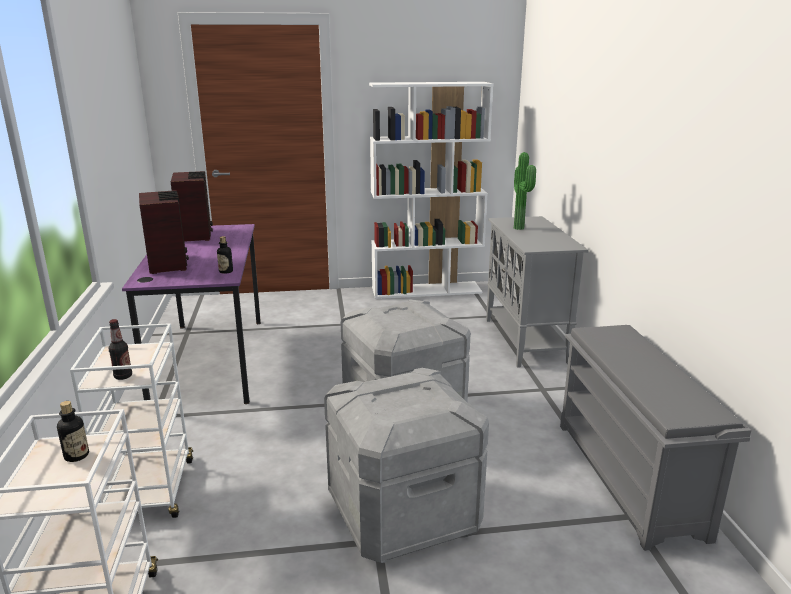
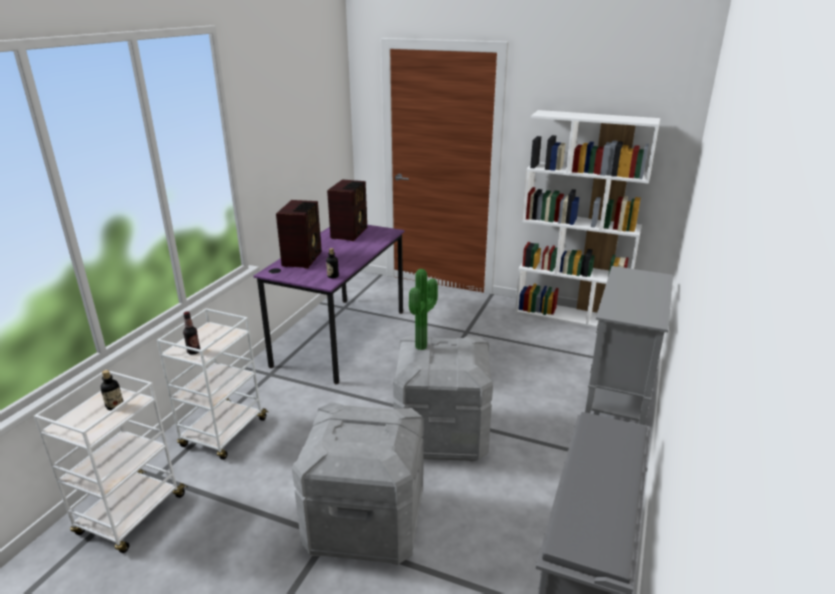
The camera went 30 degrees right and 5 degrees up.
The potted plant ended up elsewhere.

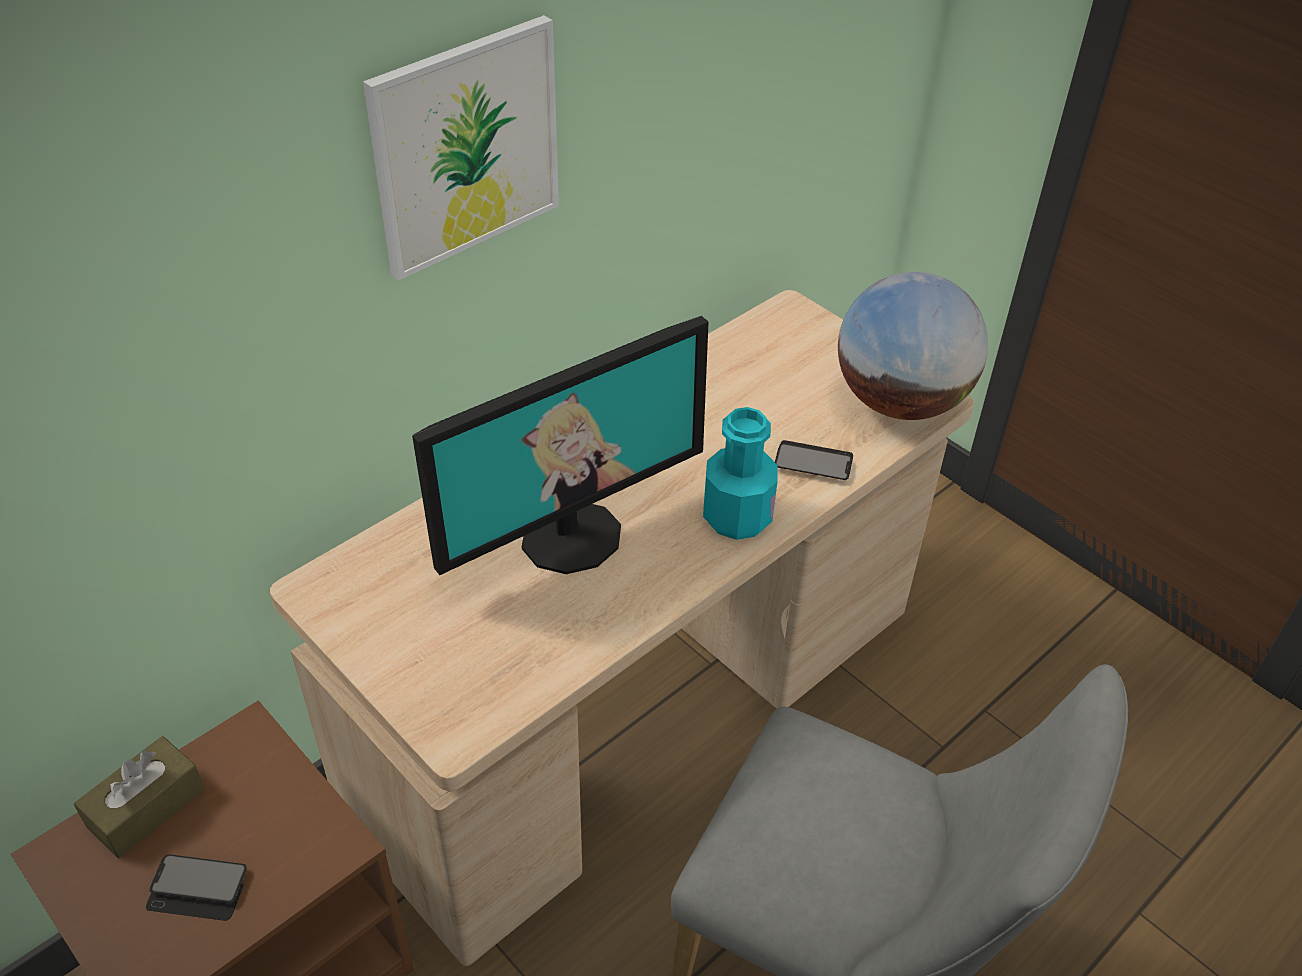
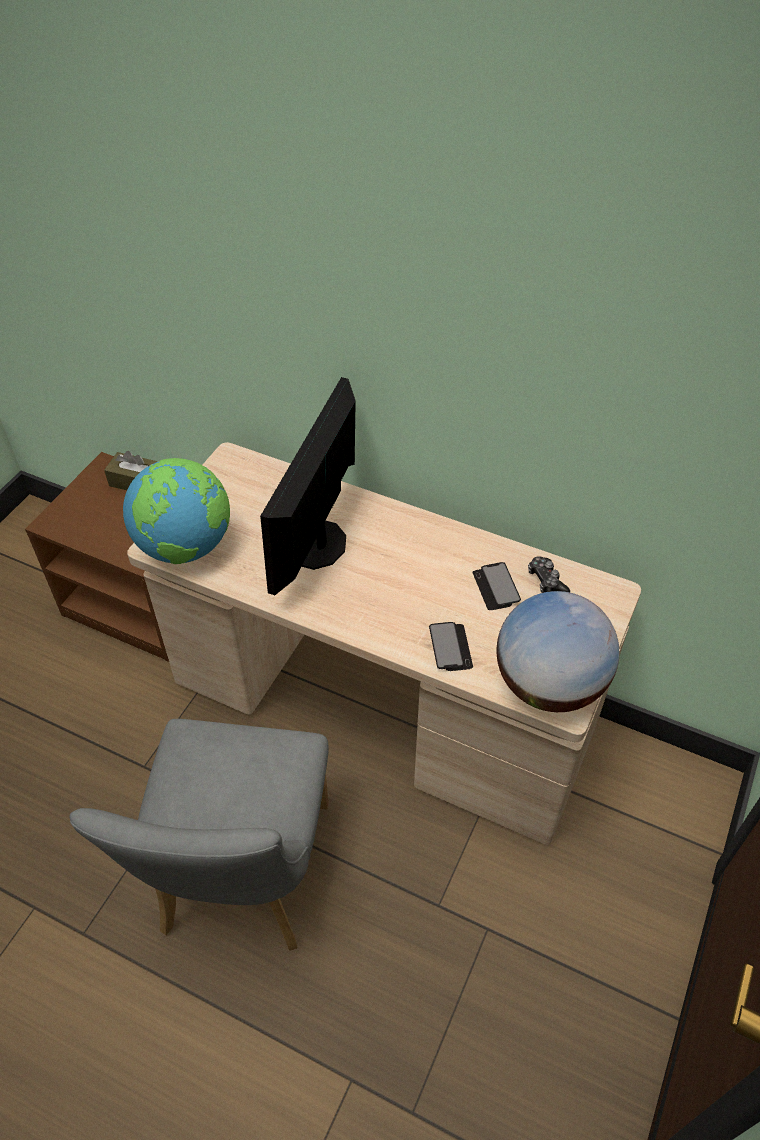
The camera went 70 degrees right and 5 degrees up.
The second view lost the picture.
The second view lost the bottle (turquoise).
The second view gained the globe (1st from left).
The second view gained the game controller.
The phone (1st from left in the first image) ended up elsewhere.
The monitor ended up facing another way, 75 degrees clockwise from before.

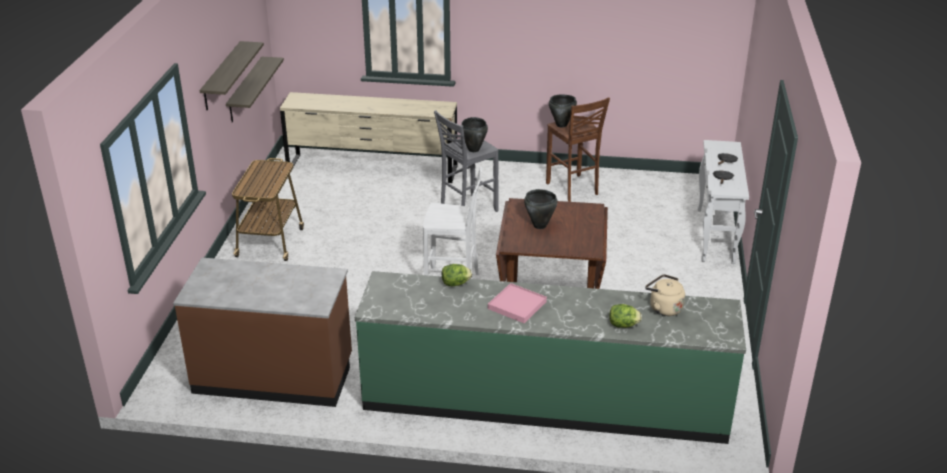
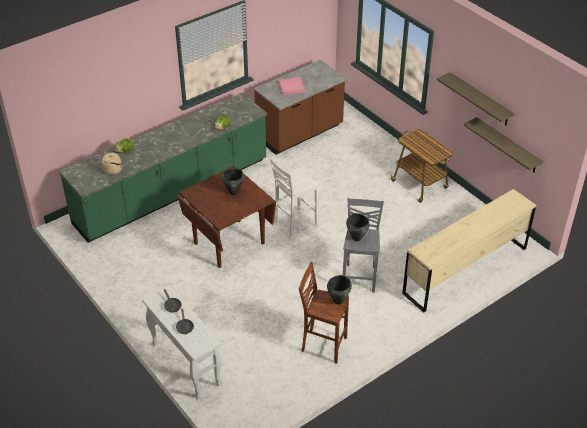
The camera went 135 degrees right and 10 degrees up.
The tray (pink) ended up elsewhere.

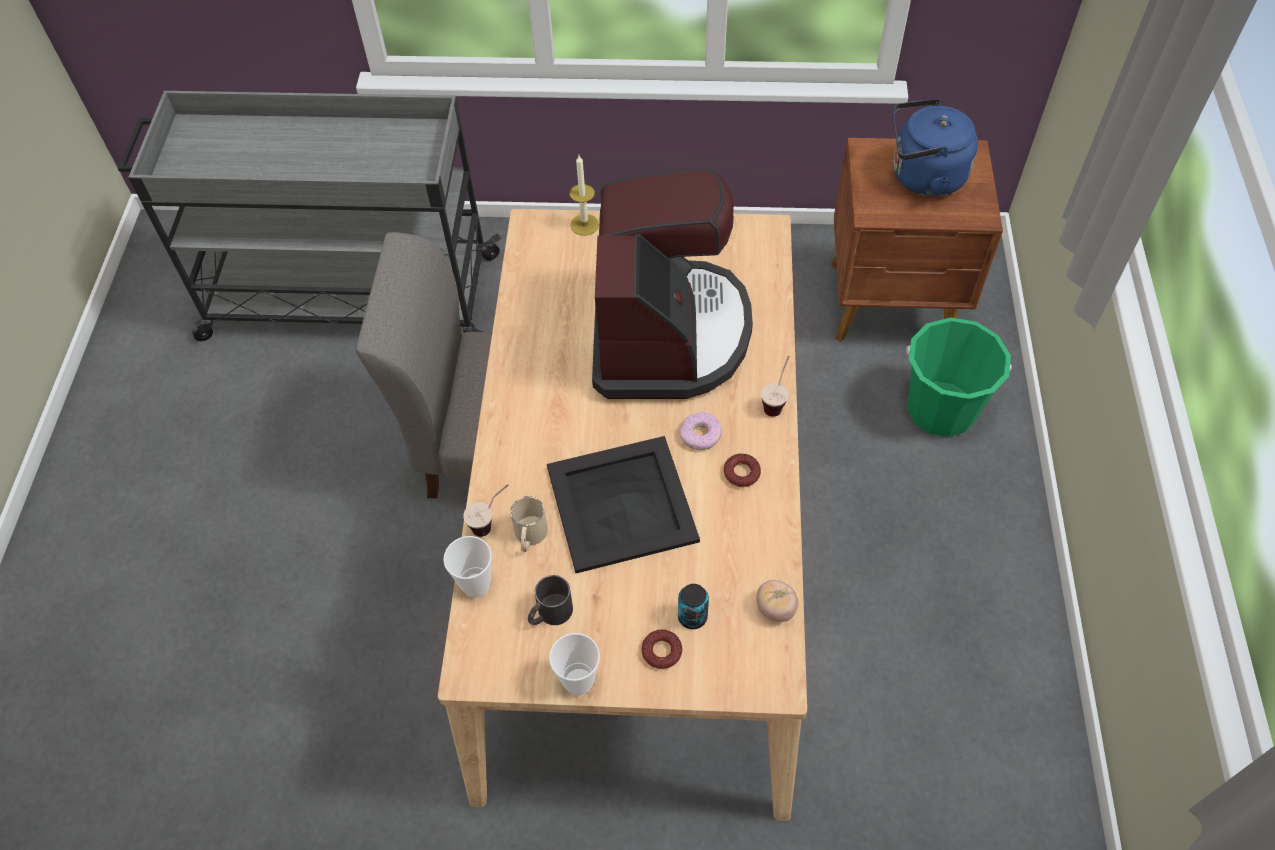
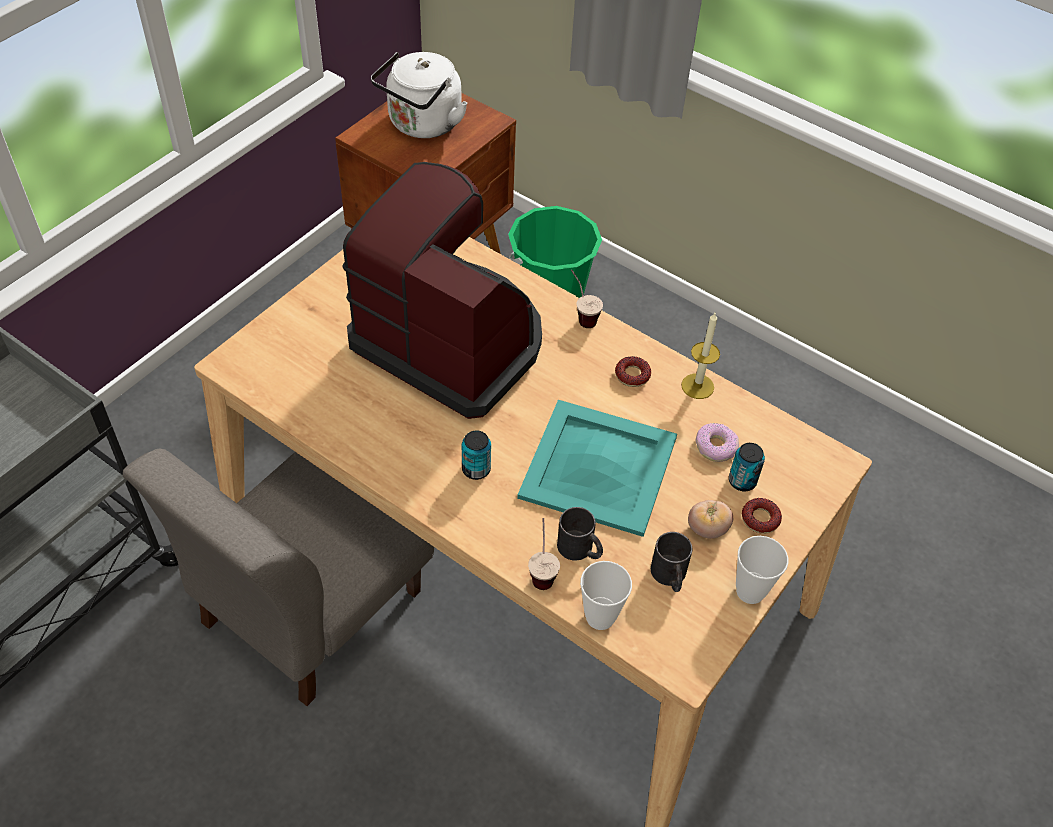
The camera went 60 degrees left and 5 degrees down.
The second view gained the can (1st from left).
The candle ended up elsewhere.
The donut (2nd from left) ended up elsewhere.
The tomato ended up elsewhere.
What was the mug (beige) turned into the mug (black) (1st from left).
What was the tray (black) turned into the tray (turquoise).
What was the kettle (blue) turned into the kettle (white).

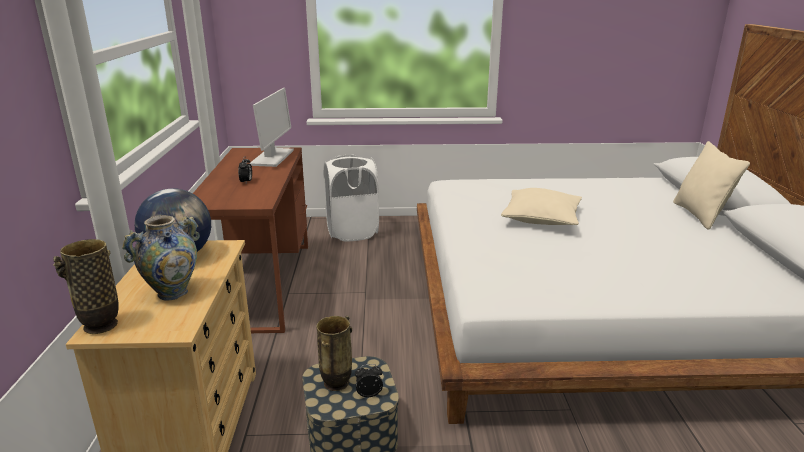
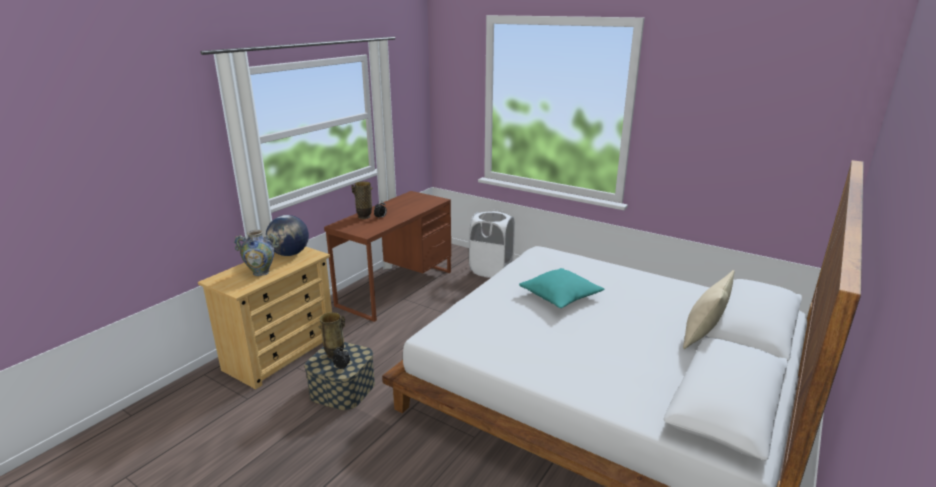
The camera went 35 degrees right and 0 degrees up.
The second view lost the monitor.
The vase (1st from left in the first image) ended up elsewhere.
What was the pillow (beige) (1st from left) turned into the pillow (turquoise).

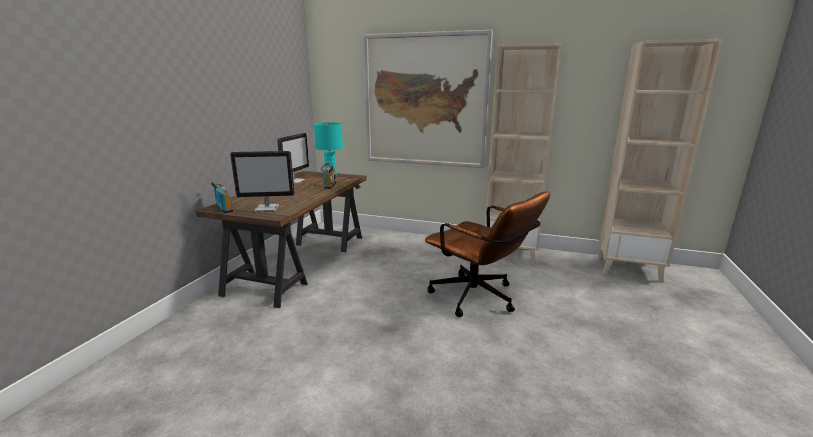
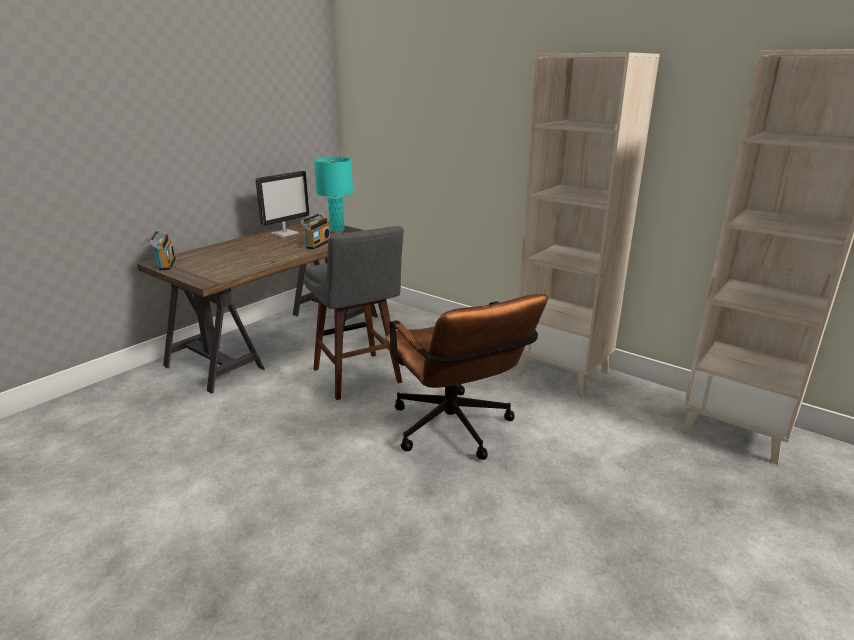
The camera went 20 degrees right and 5 degrees up.
The second view lost the monitor (1st from left).
The second view lost the picture.
The second view gained the stool (grey).

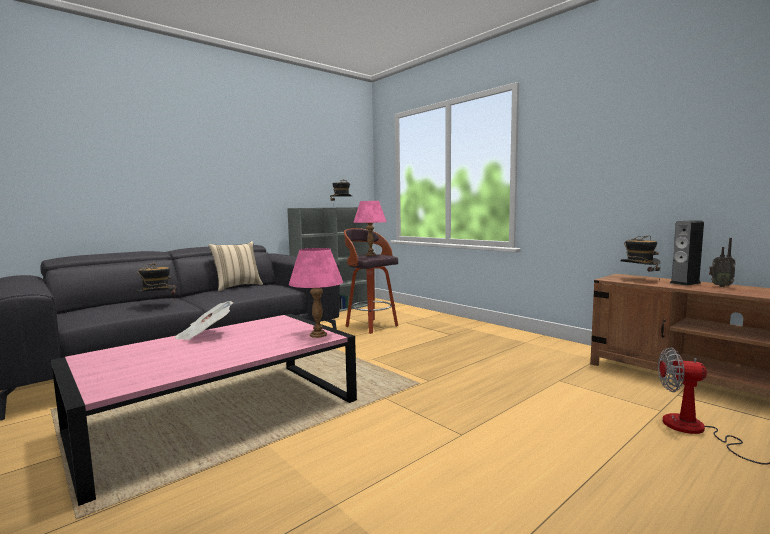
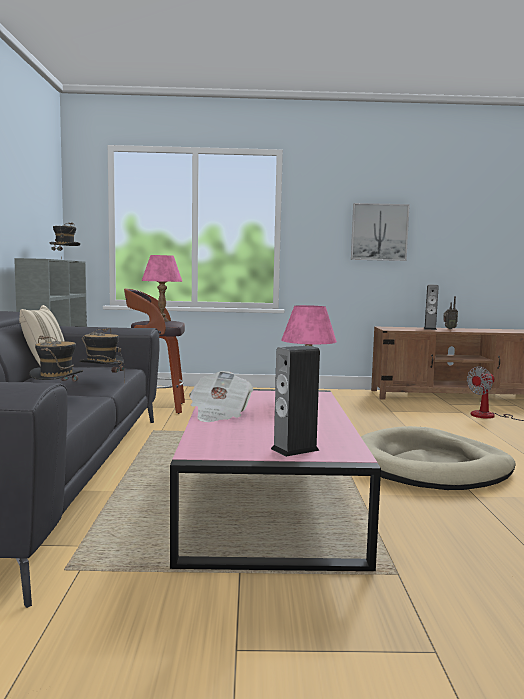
The camera went 50 degrees left and 0 degrees up.
The second view gained the speaker (1st from left).
The second view gained the picture.
The second view gained the dog bed (beige).
The hat (3rd from left) ended up elsewhere.

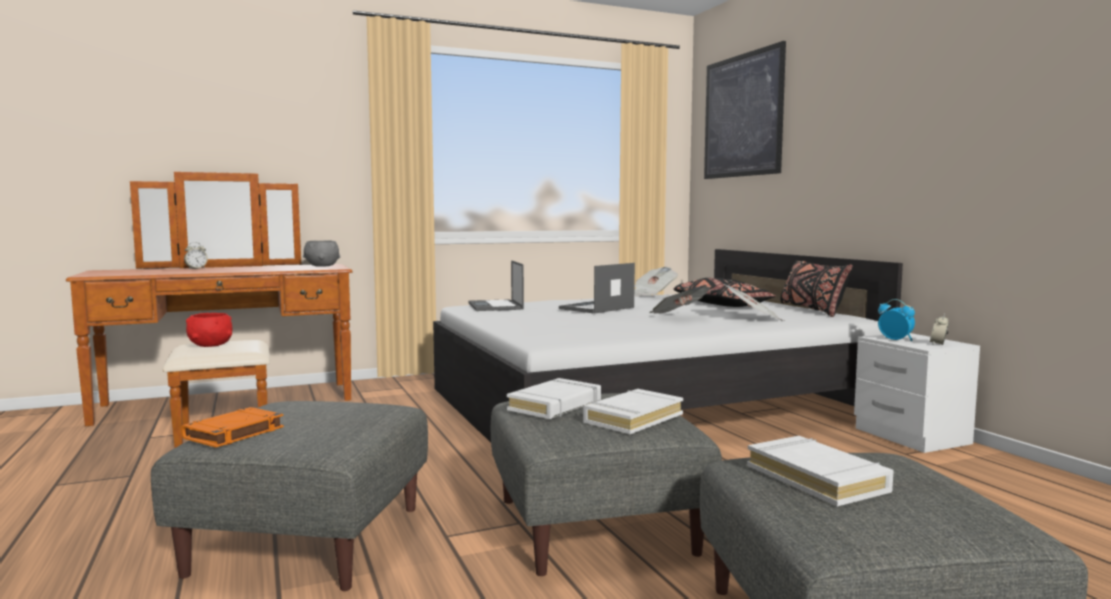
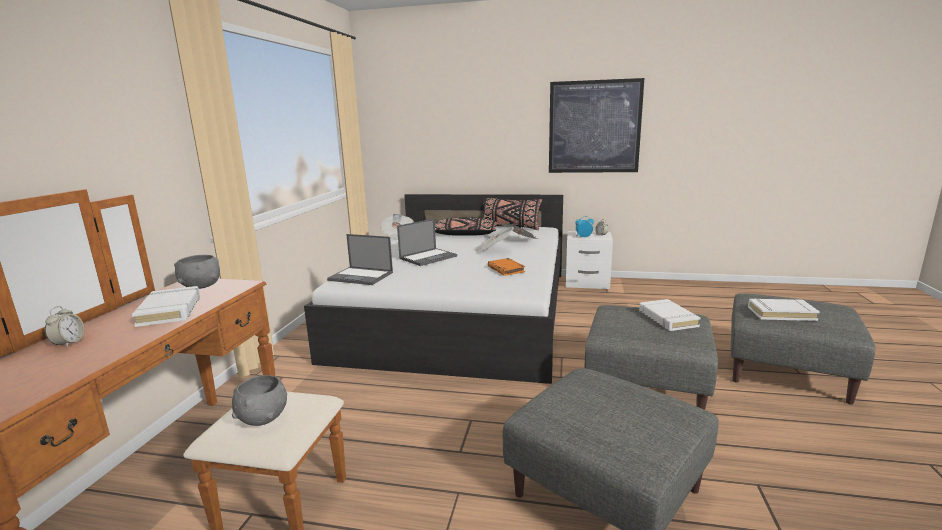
The camera went 55 degrees left and 10 degrees up.
The book (orange) ended up elsewhere.
The book (white) (1st from left) ended up elsewhere.
The picture ended up elsewhere.
What was the bowl (red) turned into the bowl (grey) (2nd from left).
The laptop (2nd from left) ended up facing another way, 120 degrees counterclockwise from before.

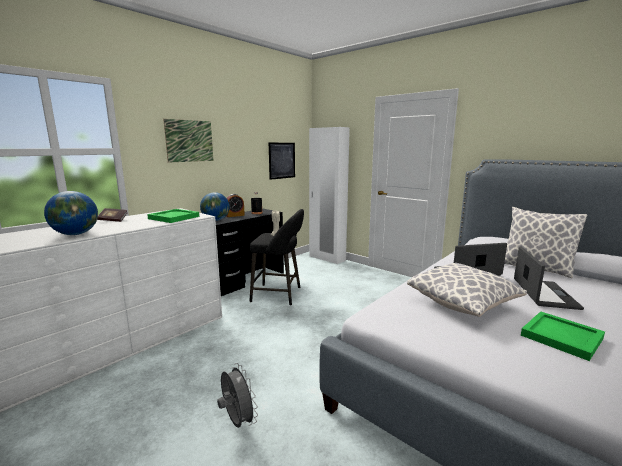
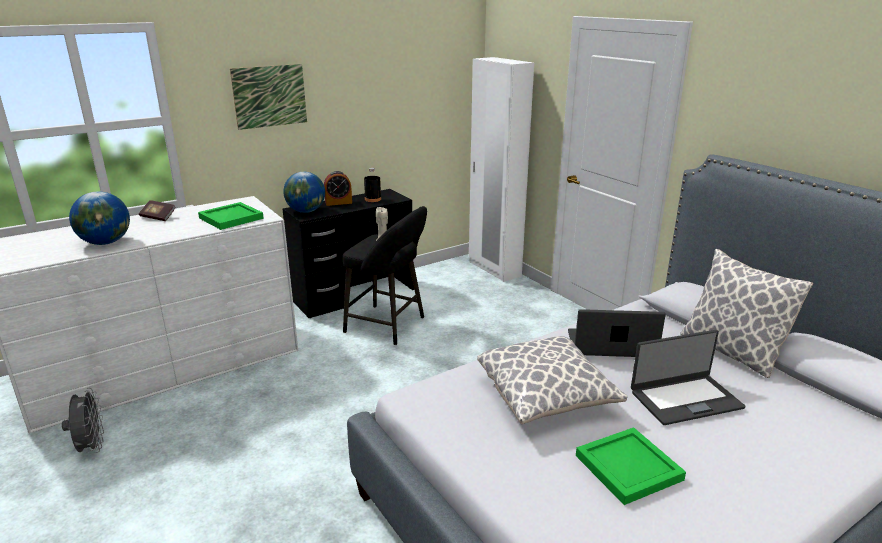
The camera went 15 degrees right and 10 degrees up.
The second view lost the picture (2nd from left).
The fan (grey) ended up elsewhere.
The laptop (2nd from left) ended up facing another way, 45 degrees clockwise from before.

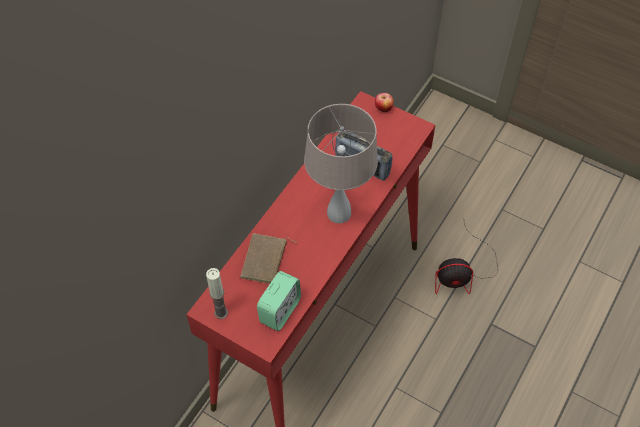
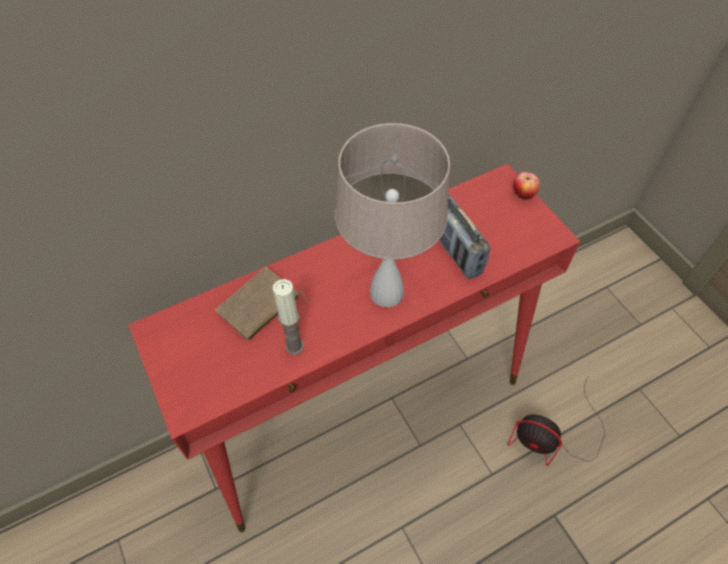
The camera went 30 degrees right and 0 degrees up.
The second view lost the alarm clock.
The candle ended up elsewhere.

